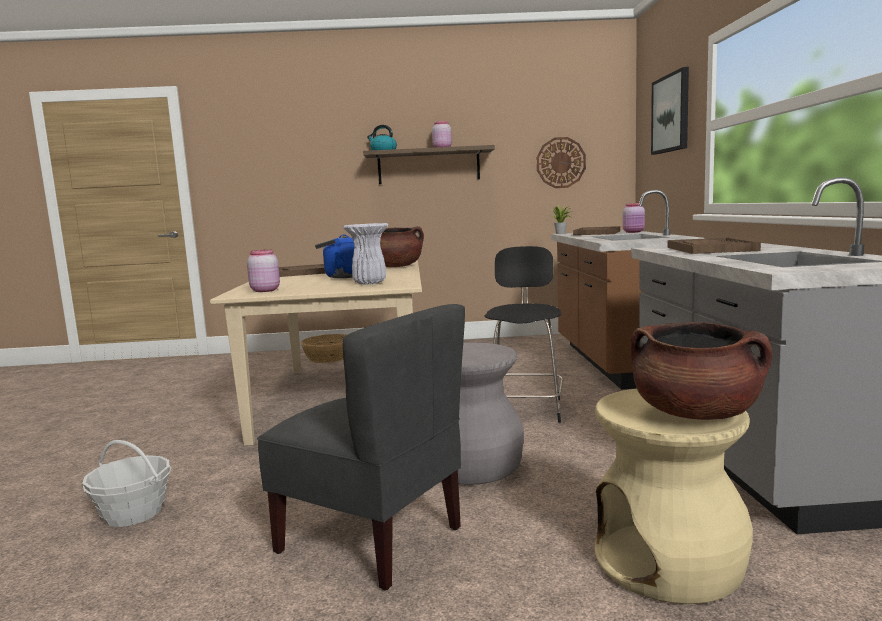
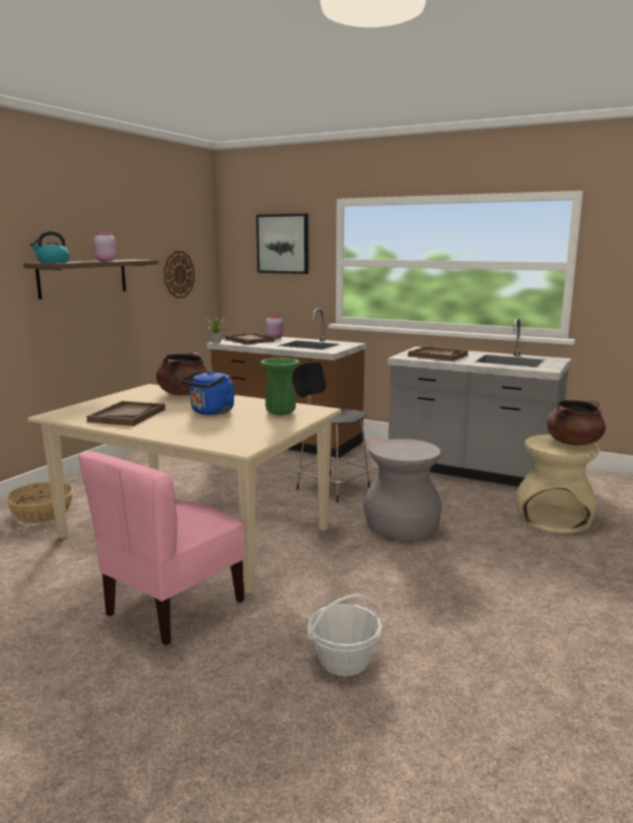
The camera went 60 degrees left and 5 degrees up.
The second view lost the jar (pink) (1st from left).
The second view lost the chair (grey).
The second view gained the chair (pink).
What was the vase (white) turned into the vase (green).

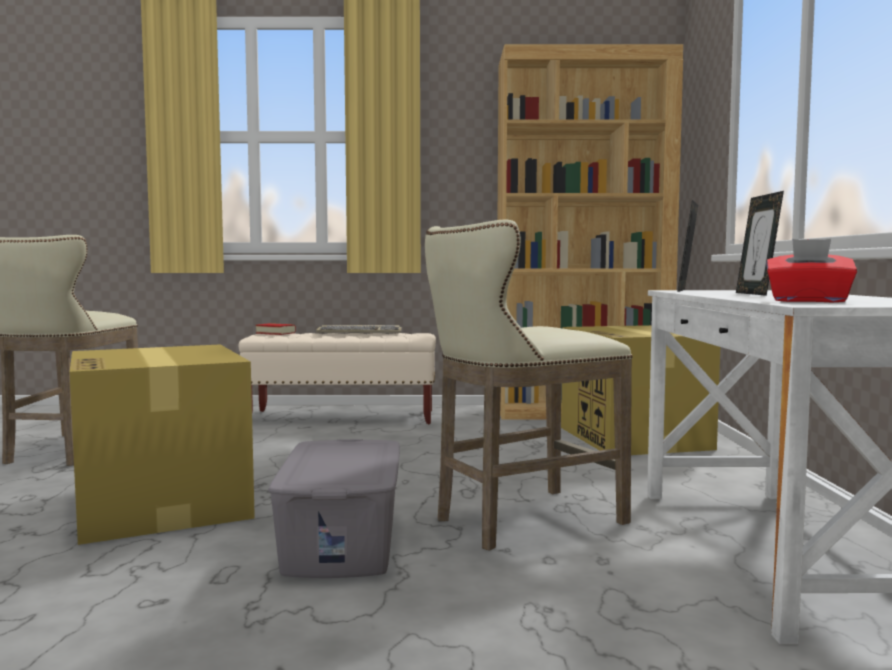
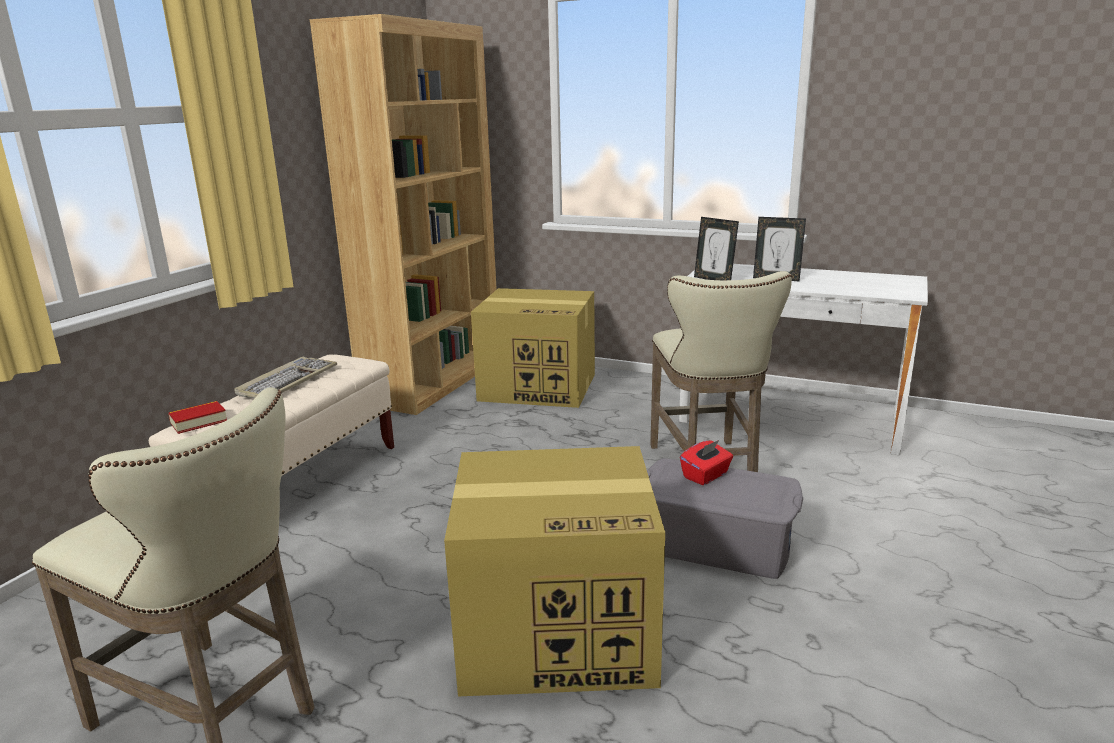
The camera went 65 degrees left and 15 degrees up.
The tissue box (red) ended up elsewhere.

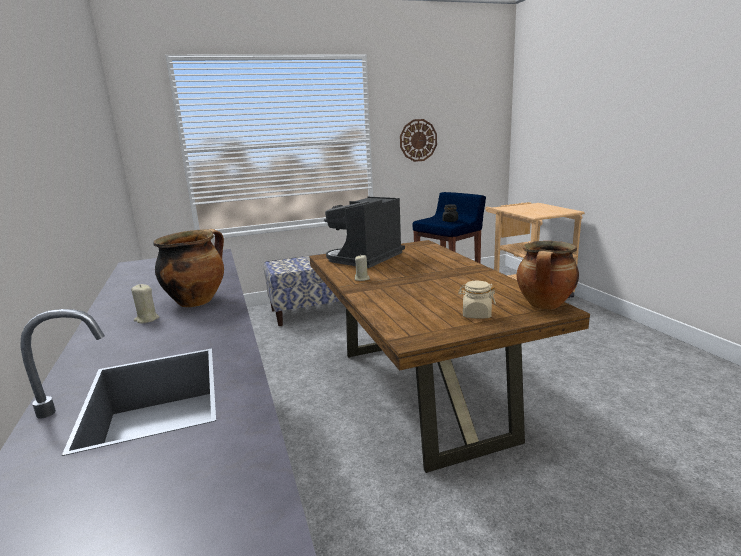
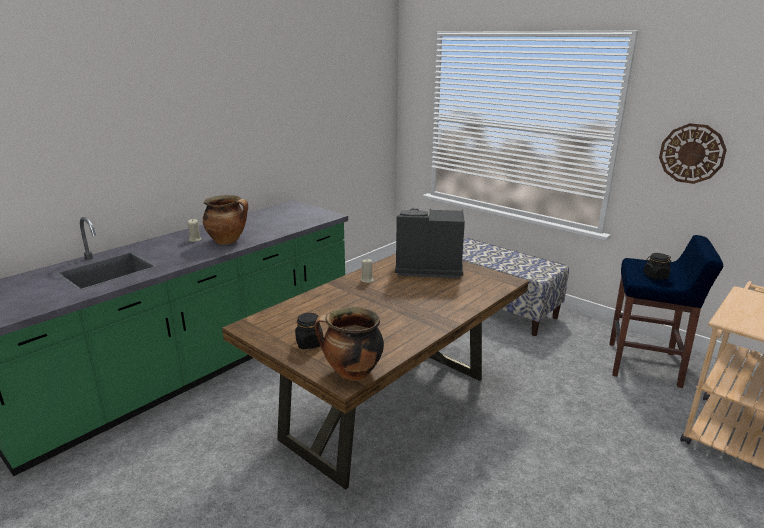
The camera went 60 degrees right and 5 degrees up.
What was the jar (beige) turned into the jar (black) (1st from left).

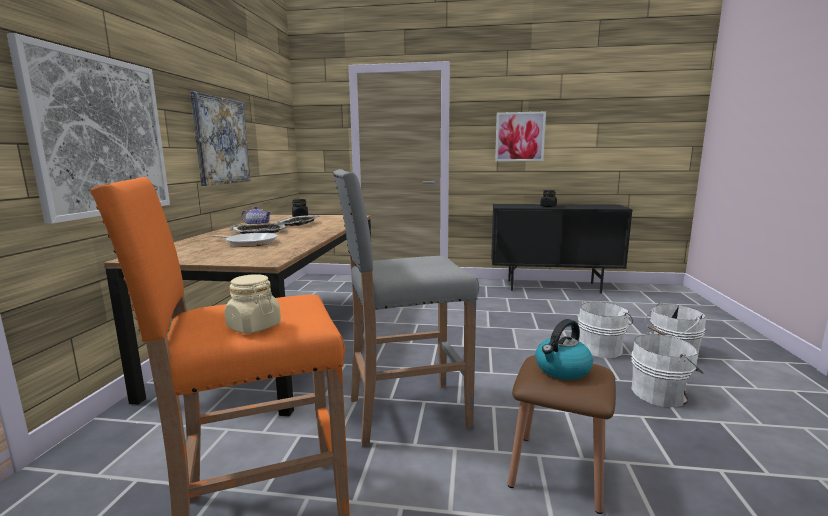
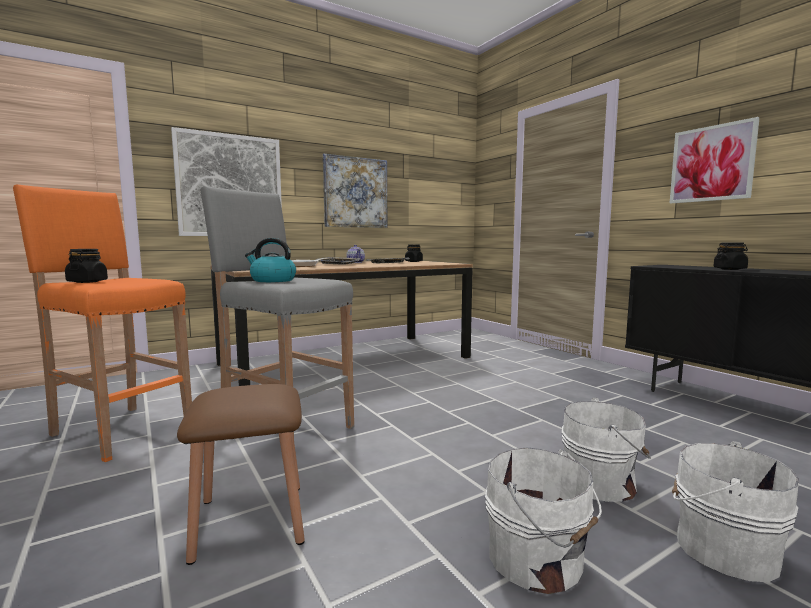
The camera went 50 degrees right and 5 degrees down.
The kettle ended up elsewhere.
What was the jar (beige) turned into the jar (black) (1st from left).

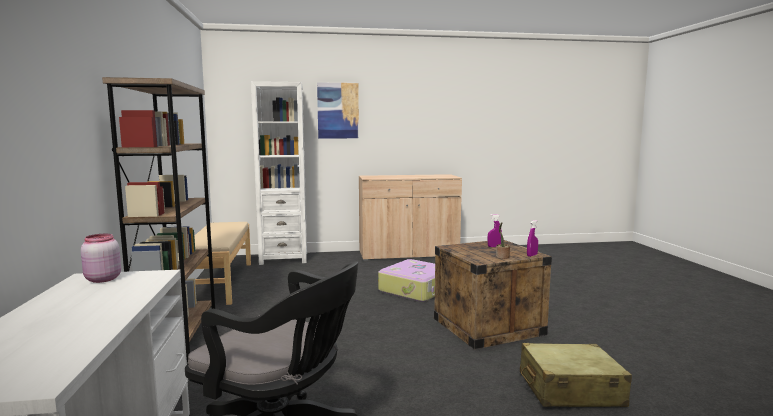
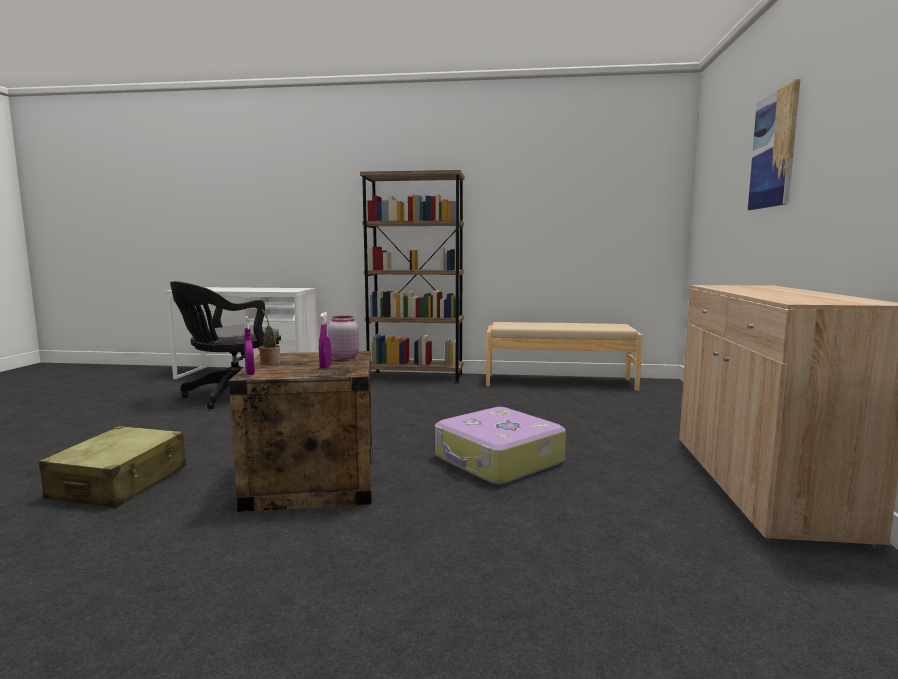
The camera went 105 degrees right and 0 degrees up.
The second view lost the bookcase (white).
The jar (pink) ended up elsewhere.

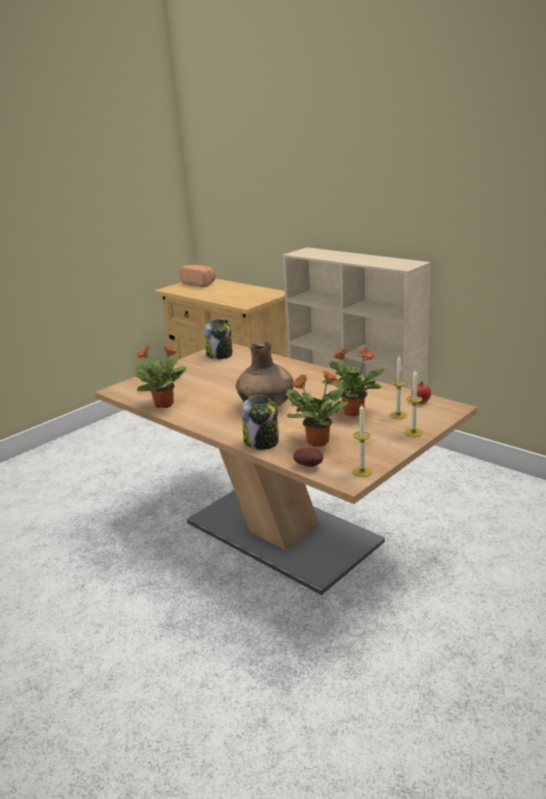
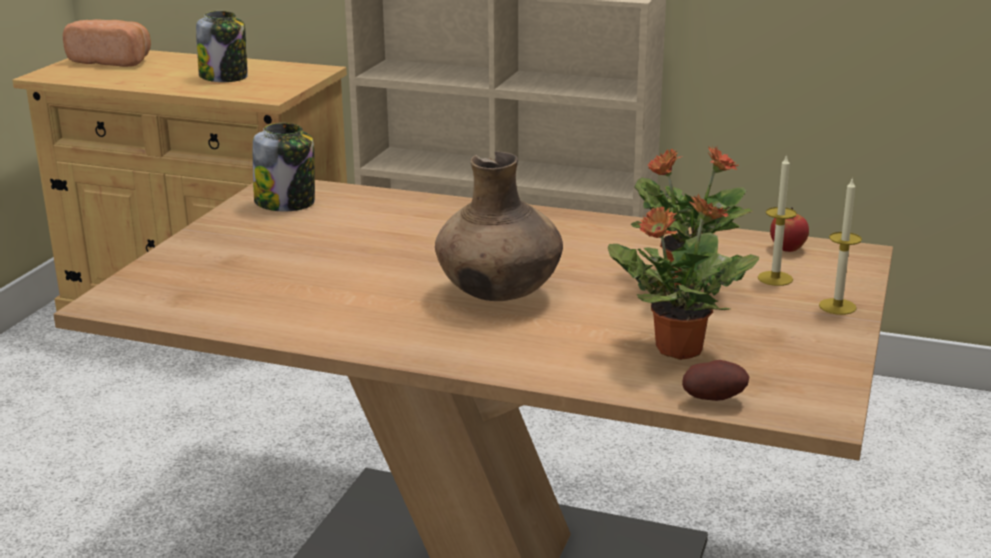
The camera went 25 degrees left and 0 degrees up.
The second view lost the potted plant (1st from left).
The second view lost the candle (1st from left).
The jar (2nd from left in the first image) ended up elsewhere.

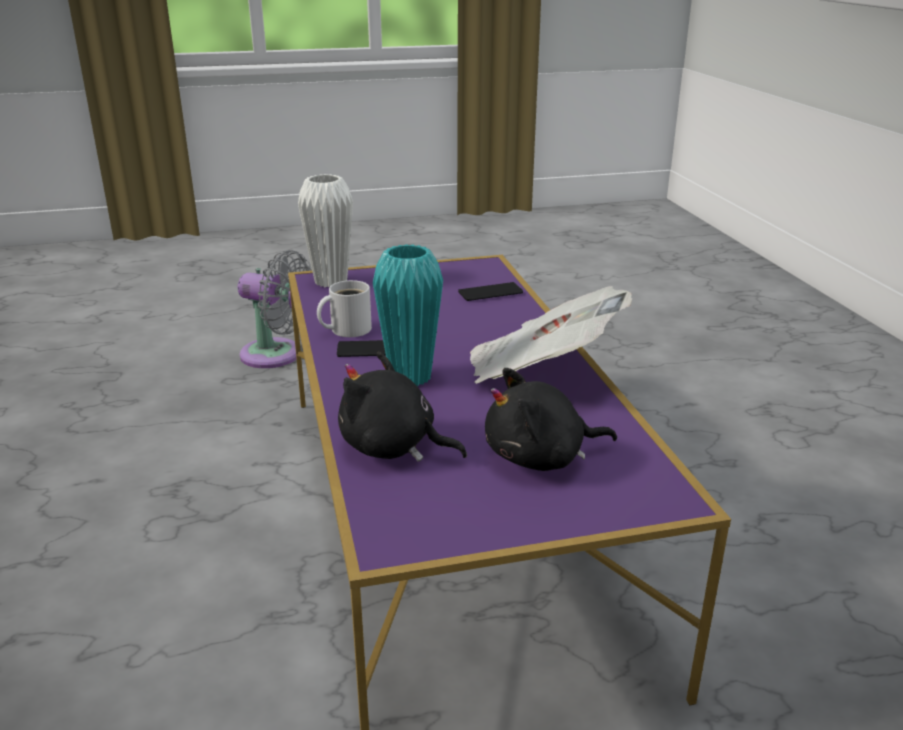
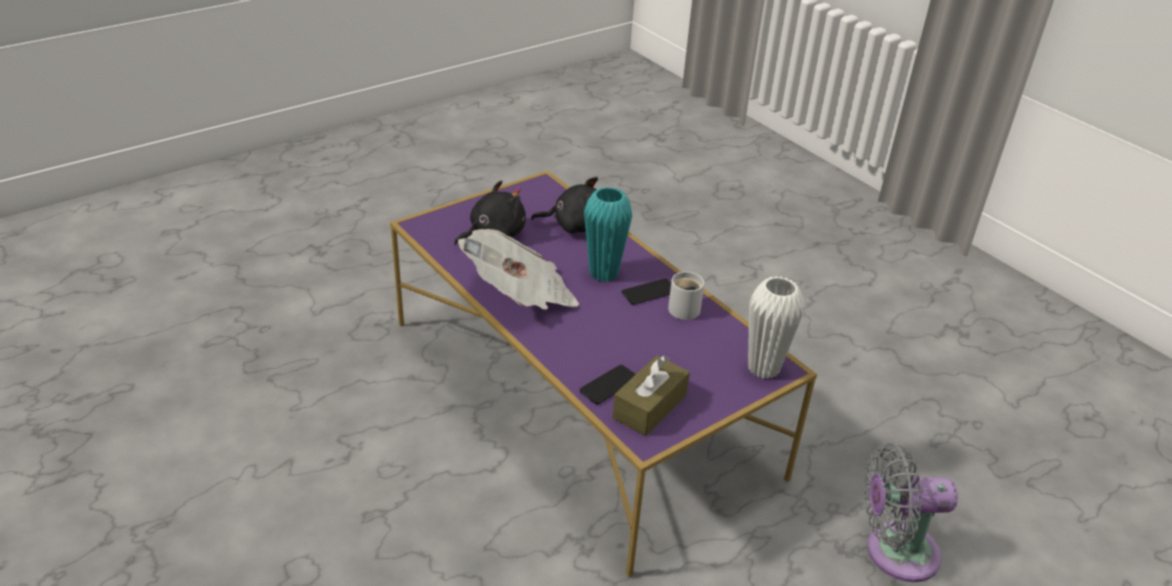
The camera went 155 degrees right and 10 degrees up.
The second view gained the tissue box (brown).

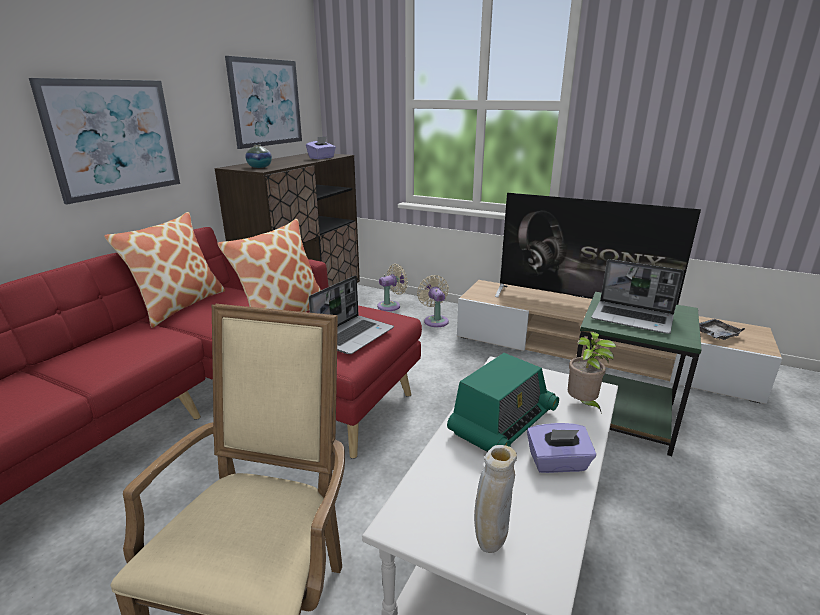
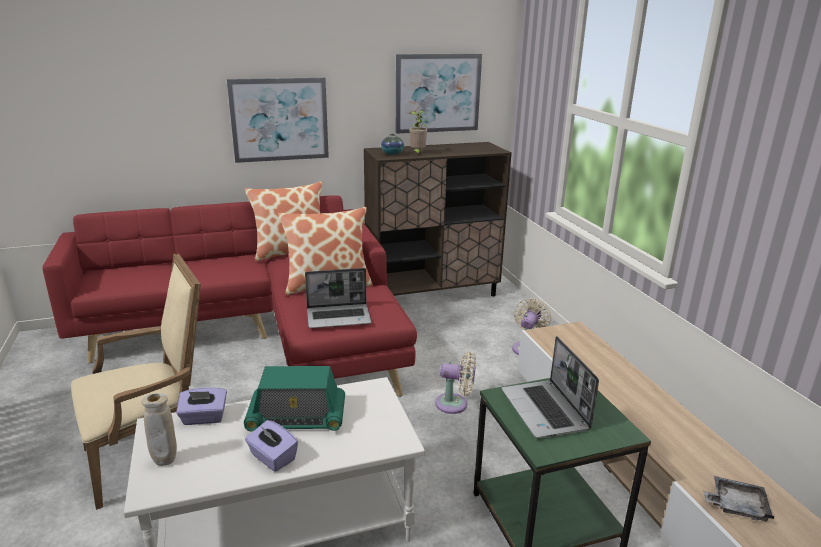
The camera went 45 degrees right and 0 degrees up.
The second view lost the television.
The tissue box (purple) (1st from left) ended up elsewhere.
The fan (beige) (1st from left) ended up elsewhere.
The potted plant ended up elsewhere.

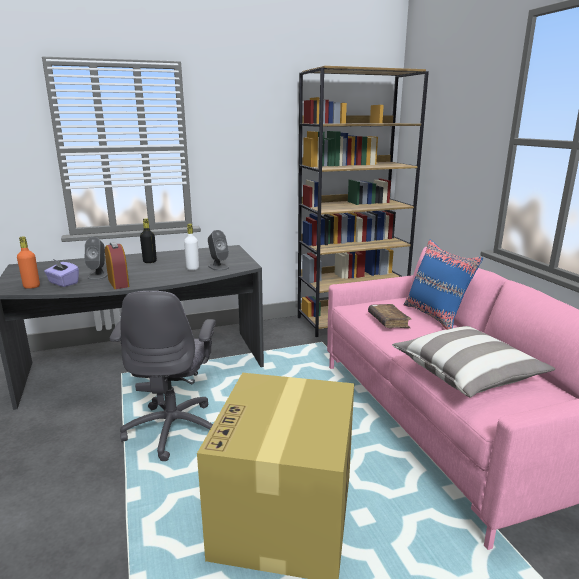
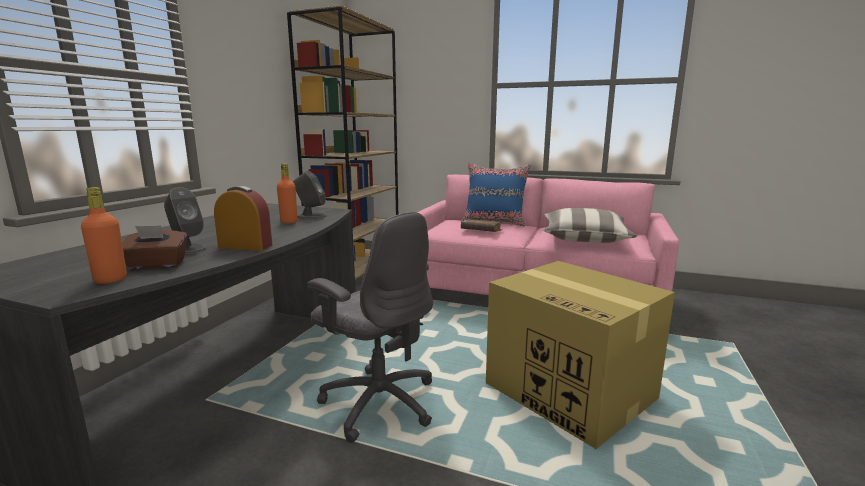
The camera went 50 degrees left and 5 degrees down.
The second view lost the bottle (black).
What was the tissue box (purple) turned into the tissue box (brown).
What was the bottle (white) turned into the bottle (orange) (2nd from left).

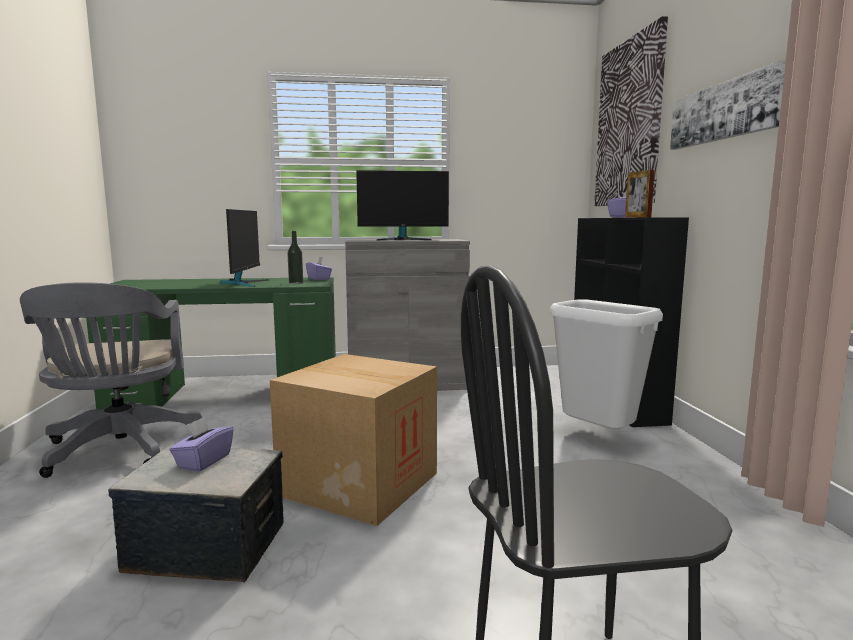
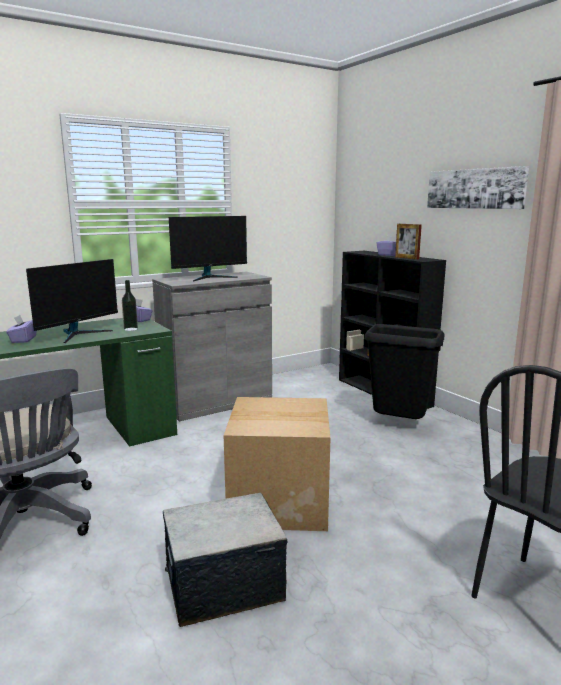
The camera went 25 degrees left and 5 degrees up.
The second view lost the picture (1st from left).
The tissue box (purple) (1st from left) ended up elsewhere.
What was the trash can (white) turned into the trash can (black).
The monitor (1st from left) ended up facing another way, 60 degrees clockwise from before.

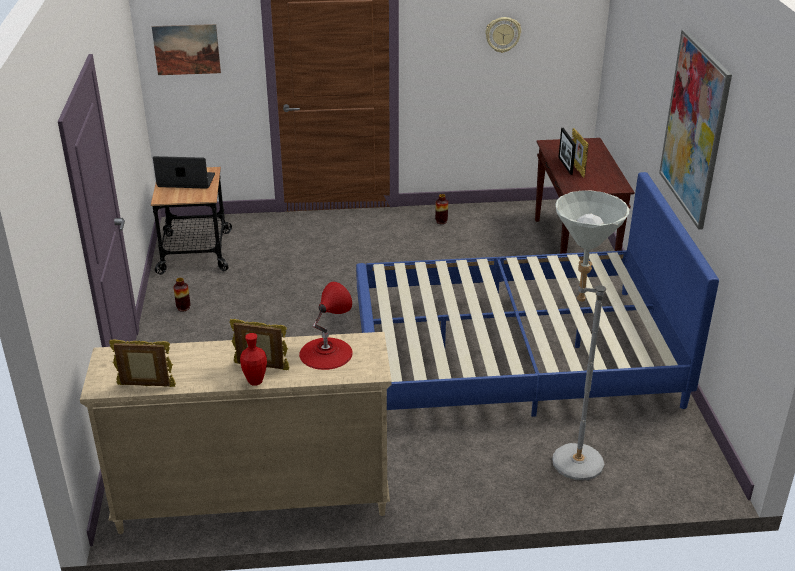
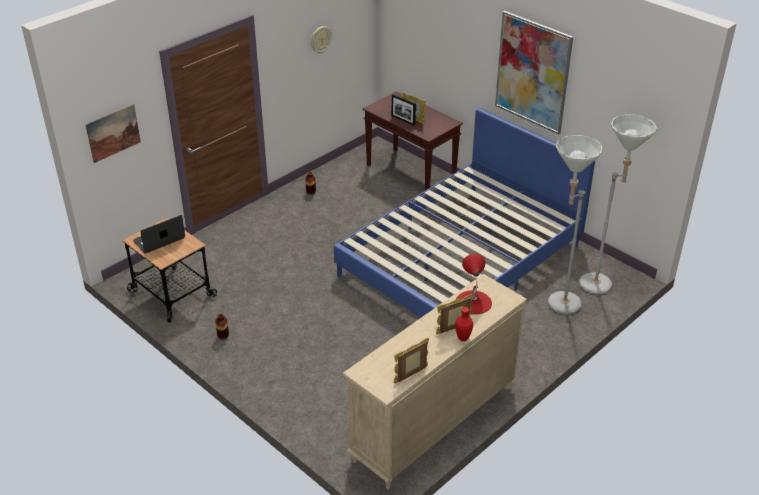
The camera went 40 degrees left and 5 degrees up.
The second view gained the floor lamp (grey) (2nd from left).

